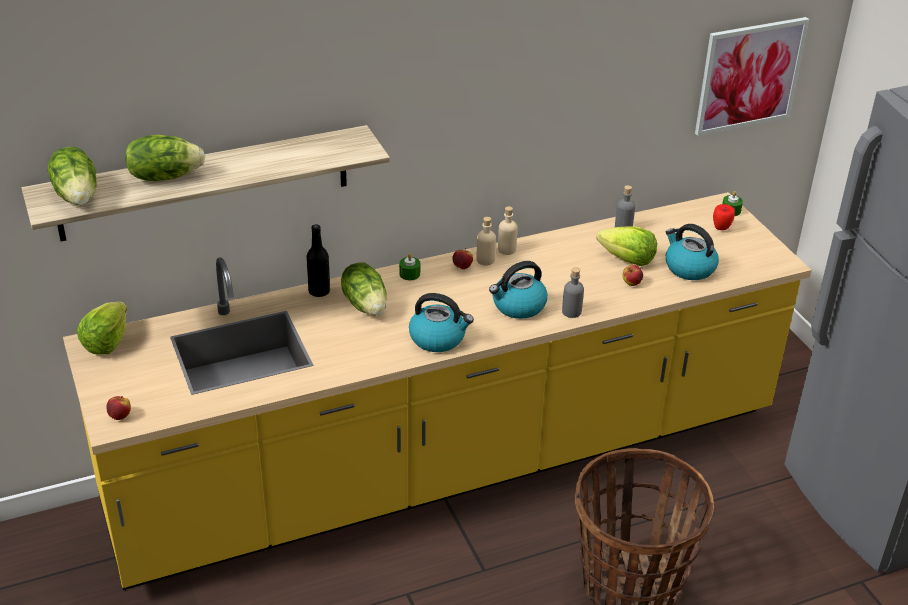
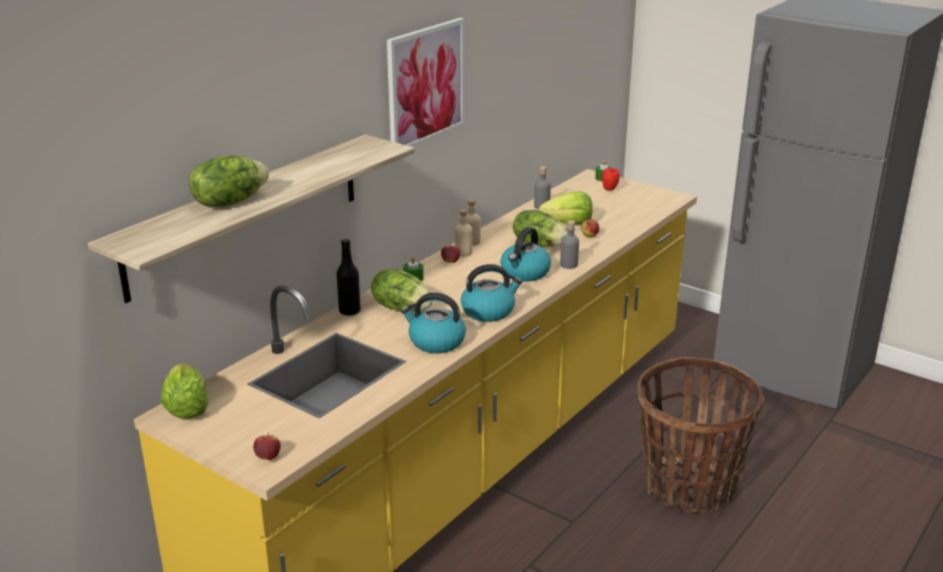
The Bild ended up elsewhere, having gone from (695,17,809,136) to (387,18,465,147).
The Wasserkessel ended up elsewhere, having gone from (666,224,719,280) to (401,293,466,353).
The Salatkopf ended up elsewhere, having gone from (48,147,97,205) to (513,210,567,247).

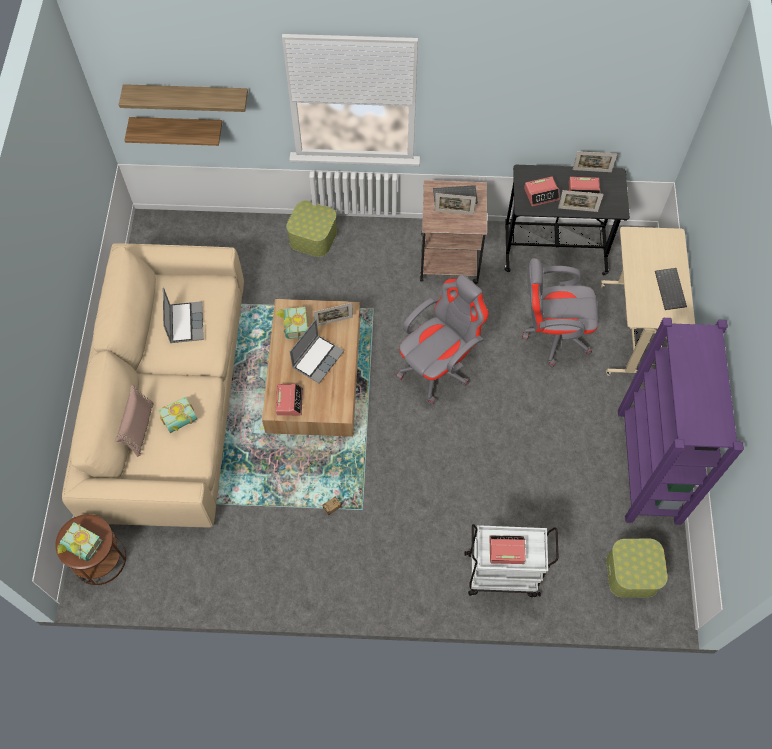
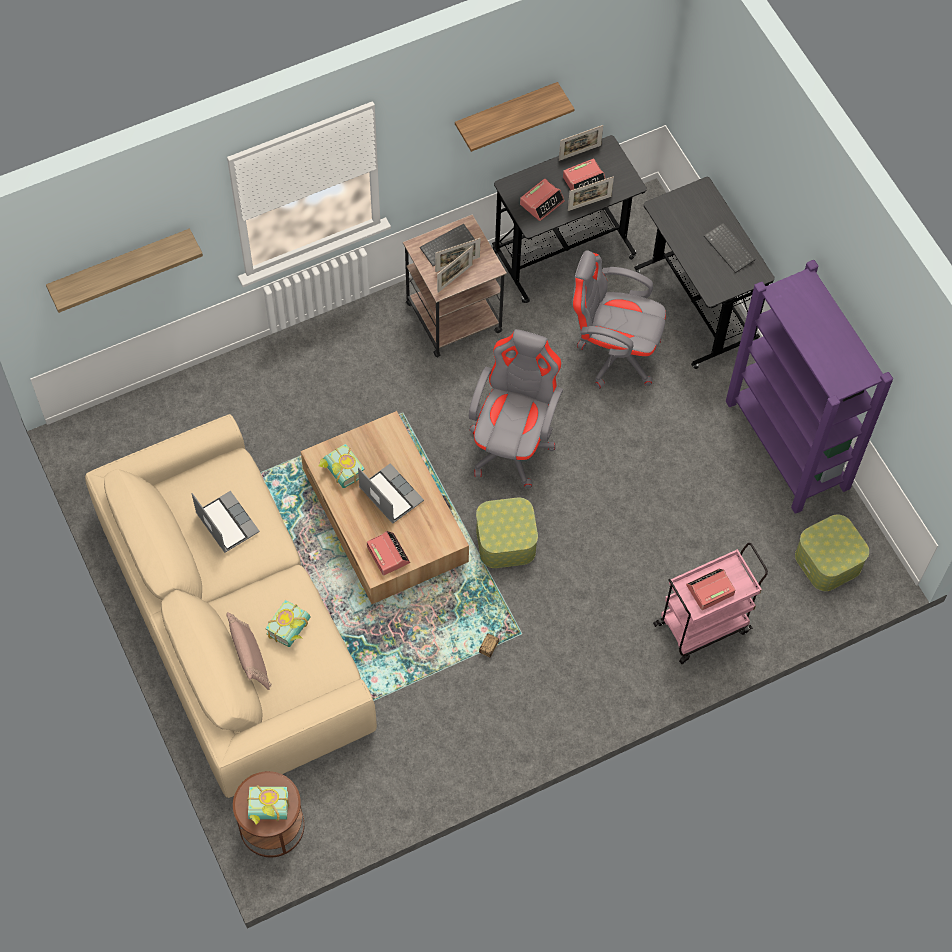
The Laptop at (290,319,344,383) ended up facing another way, 45 degrees counterclockwise from before.
The Bilderrahmen ended up elsewhere, having gone from (313,303,353,326) to (437,246,473,293).
The Wandregal ended up elsewhere, having gone from (124,117,222,146) to (455,82,574,152).
The Aufbewahrungsbox ended up elsewhere, having gone from (286,200,337,257) to (476,497,538,568).
The Bürostuhl [grau] at (522,258,598,367) ended up facing another way, 45 degrees clockwise from before.
What was the Schreibtisch [beige] at (601,227,695,376) turned into the Schreibtisch [schwarz] at (634,177,774,369).
What was the Rollwagen [weiß] at (465,524,558,597) turned into the Rollwagen [rosa] at (653,543,768,664).

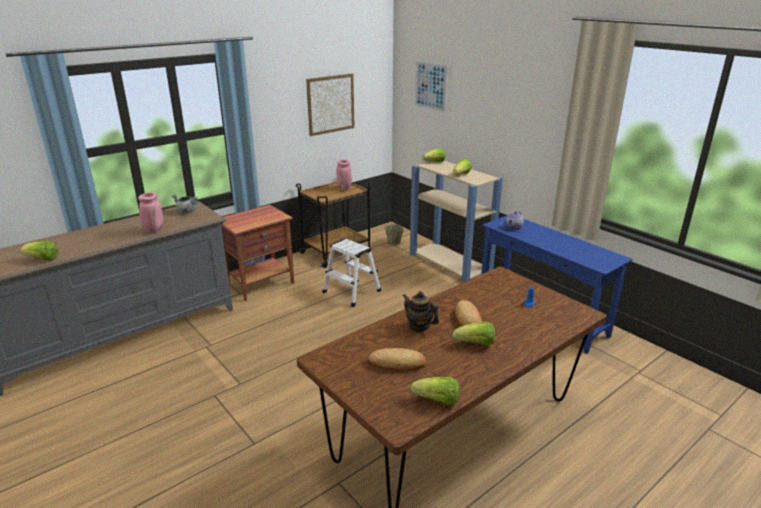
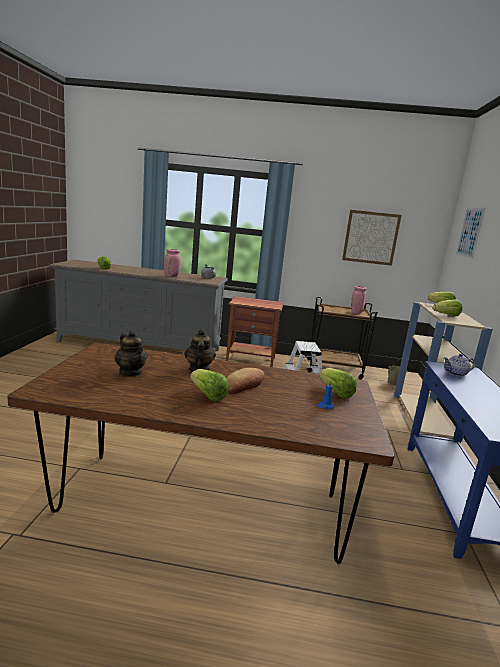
Where the Brot stood at (369,348,426,371), the Teekanne came to stand at (115,330,148,376).
The Salatkopf ended up elsewhere, having gone from (411,377,459,405) to (319,368,357,398).

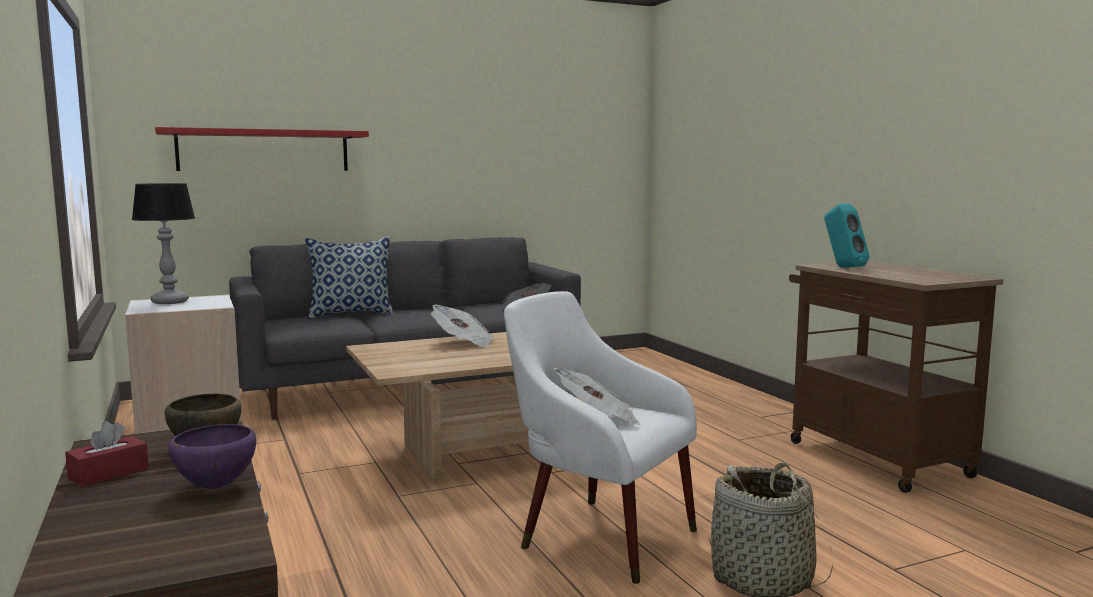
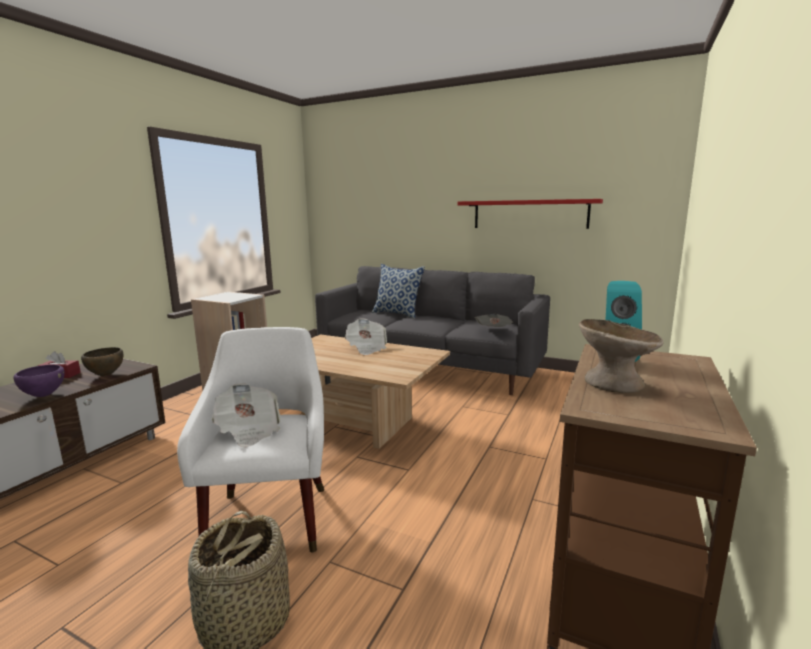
The Wandregal [rot] ended up elsewhere, having gone from (155,127,369,171) to (458,199,603,229).
The second view gained the Schüssel [beige] at (579,319,664,393).
The second view lost the Tischlampe at (132,183,195,304).

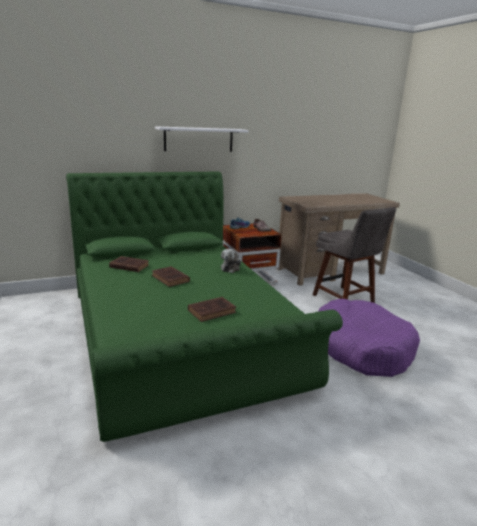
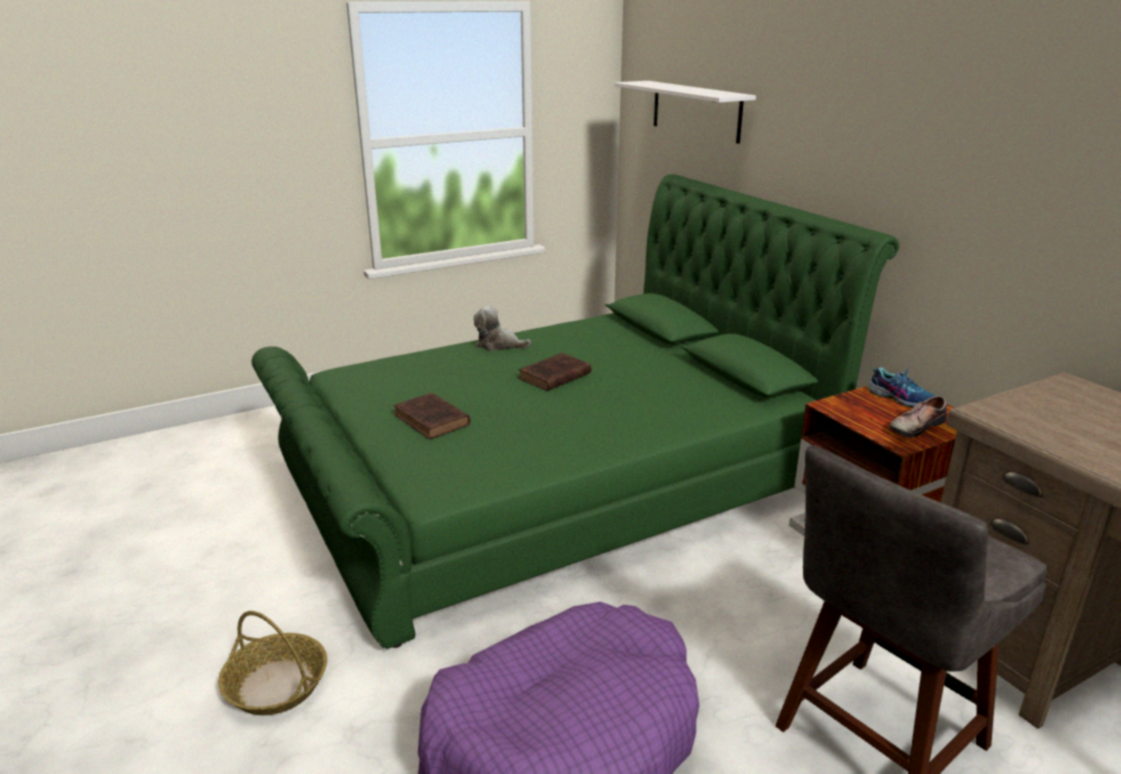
The second view gained the Korb at (218,611,327,715).
The Plüschtier ended up elsewhere, having gone from (221,249,241,273) to (474,306,531,351).
The Wandregal [weiß] ended up elsewhere, having gone from (155,126,249,152) to (615,81,756,144).
The second view lost the Buch [braun] at (109,256,149,272).

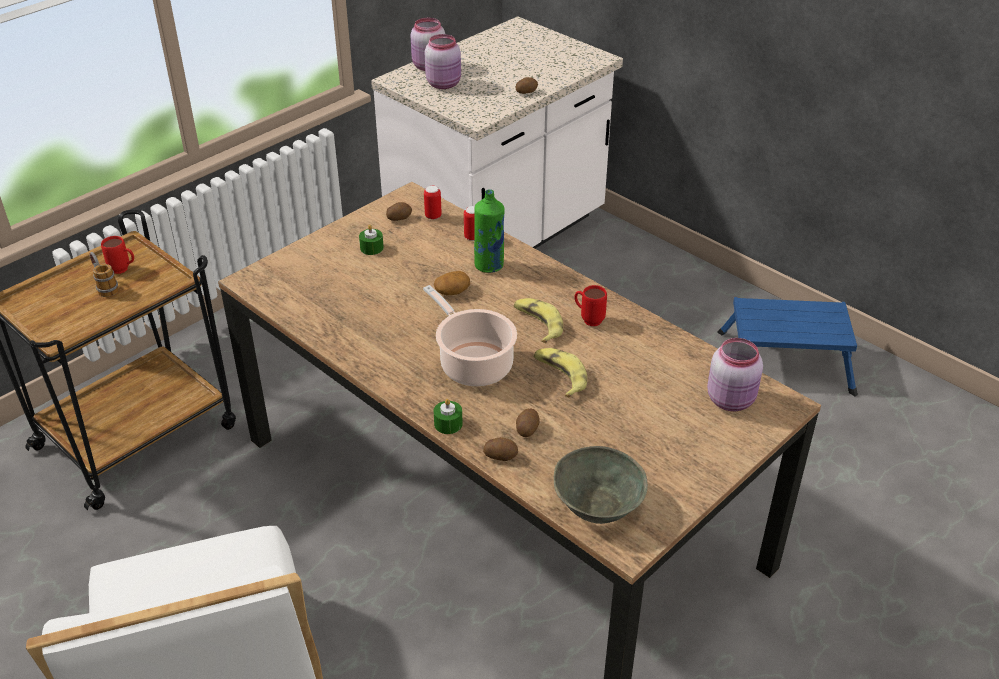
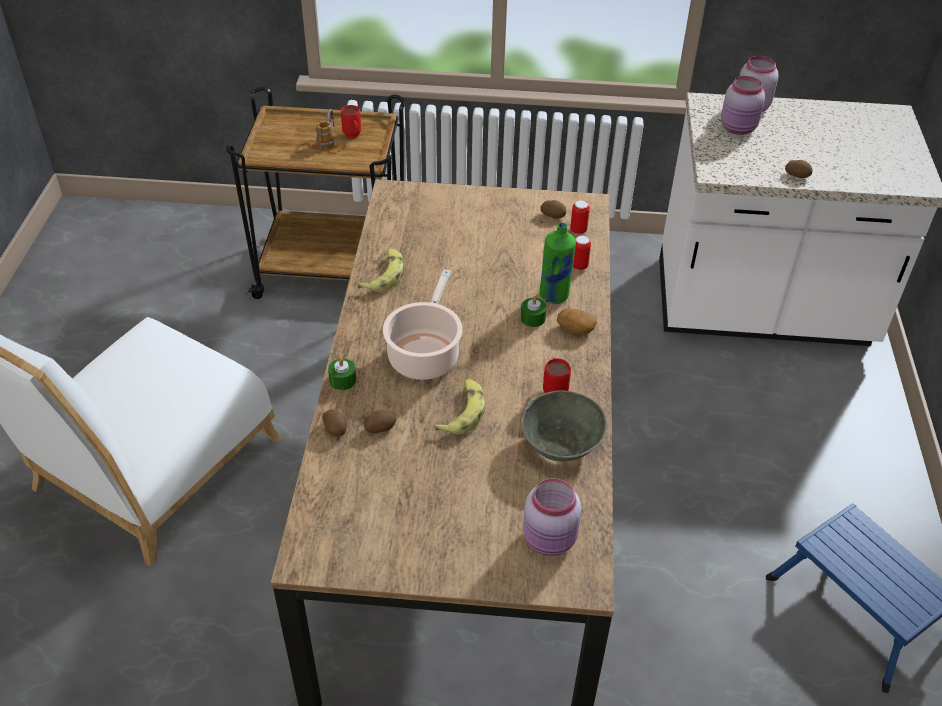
The Banane ended up elsewhere, having gone from (514,298,563,343) to (357,248,404,292).
The Kerze [grün] ended up elsewhere, having gone from (359,225,384,255) to (521,296,547,327).
The Schüssel [grau] ended up elsewhere, having gone from (554,446,648,524) to (521,391,607,461).
The Kartoffel ended up elsewhere, having gone from (434,271,470,295) to (557,308,597,334).

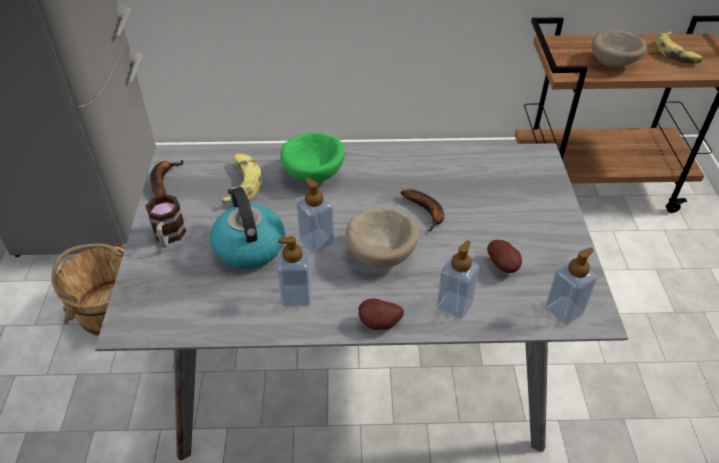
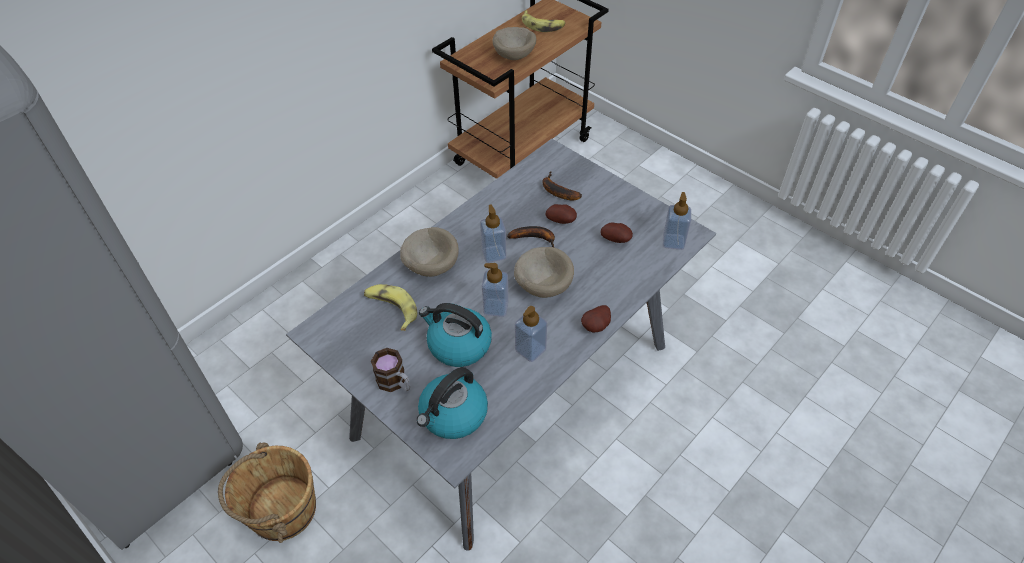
What was the Schüssel [grün] at (280,132,345,183) turned into the Schüssel [beige] at (400,227,459,277).
The second view gained the Wasserkessel at (416,367,488,439).
The Seifenspender ended up elsewhere, having gone from (437,240,480,319) to (480,205,507,263).
The Banane ended up elsewhere, having gone from (150,160,184,197) to (543,171,582,200).
The second view gained the Kartoffel at (546,204,577,224).

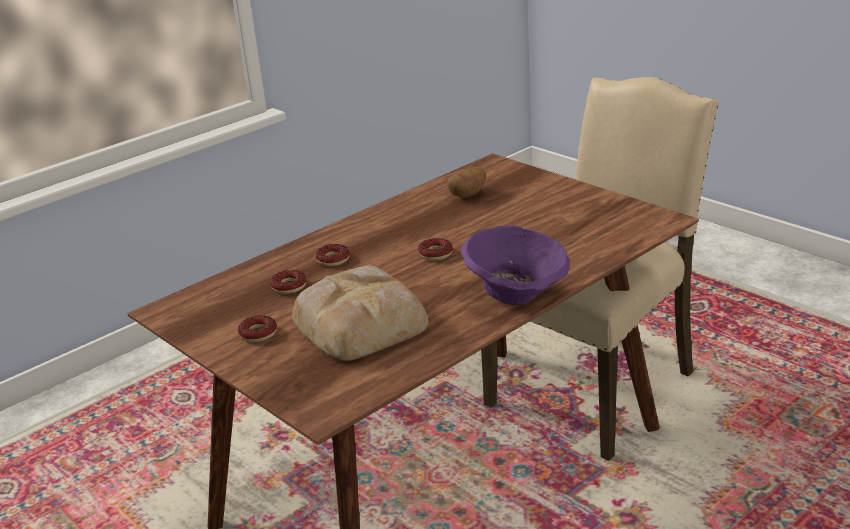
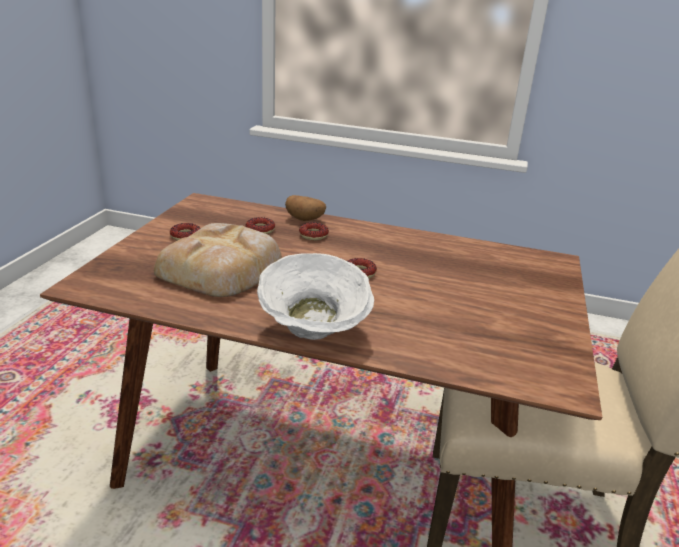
What was the Schüssel [lila] at (461,226,570,305) turned into the Schüssel [weiß] at (257,253,374,340).
The Kartoffel ended up elsewhere, having gone from (447,167,486,198) to (285,195,326,221).

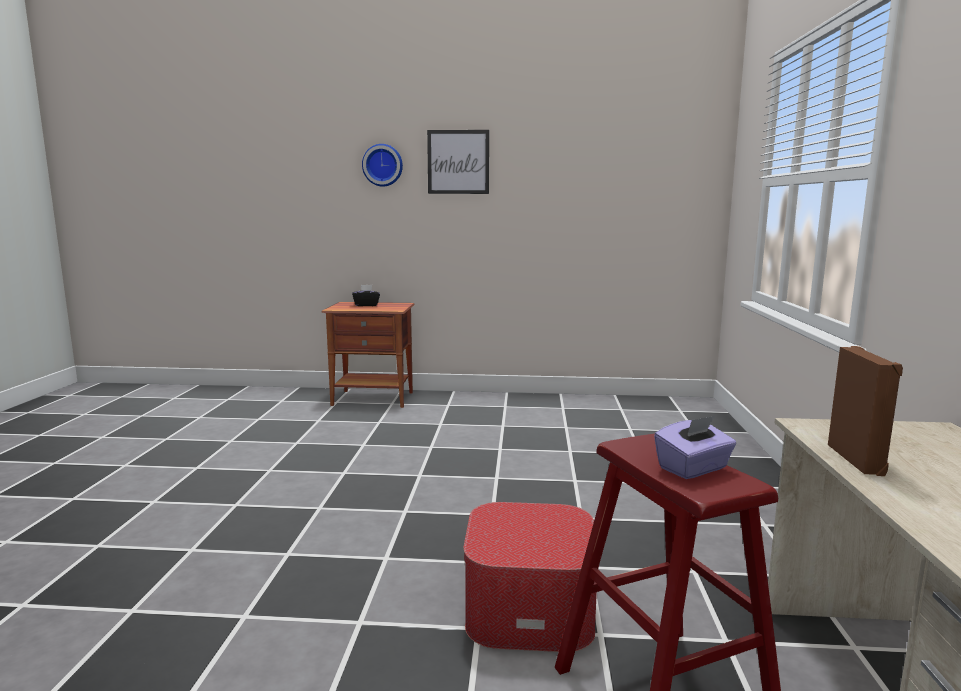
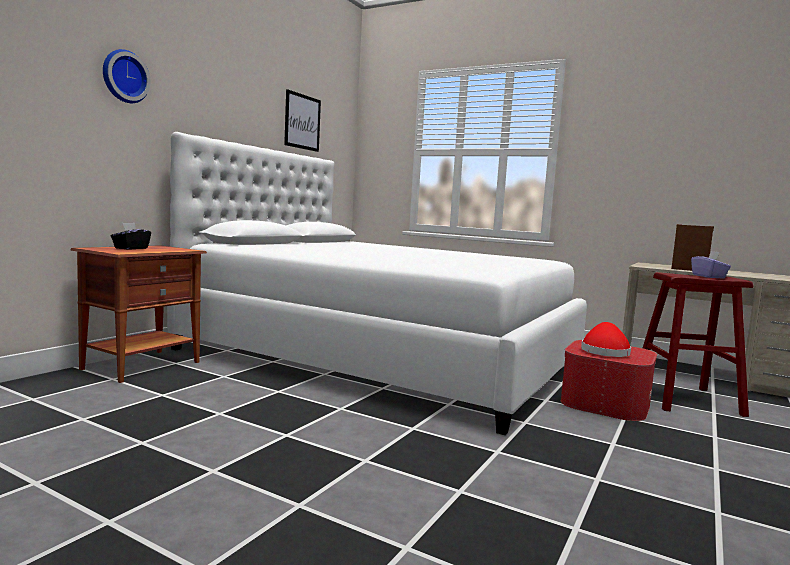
The second view gained the Bett [weiß] at (167,132,587,435).
The Bild ended up elsewhere, having gone from (427,130,489,194) to (284,89,321,152).
The second view gained the Hut [rot] at (581,322,631,357).

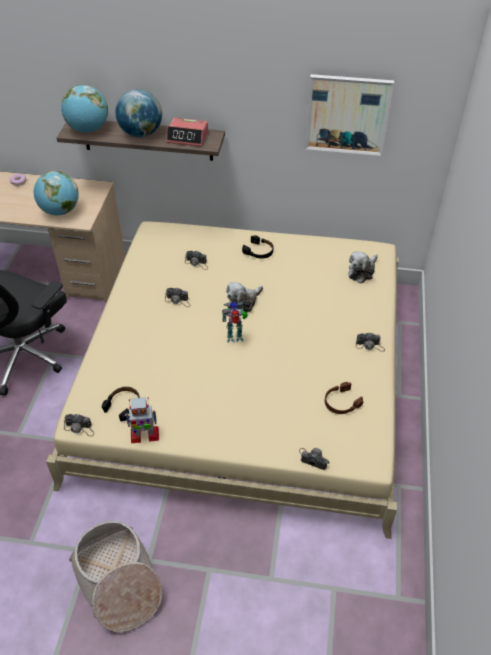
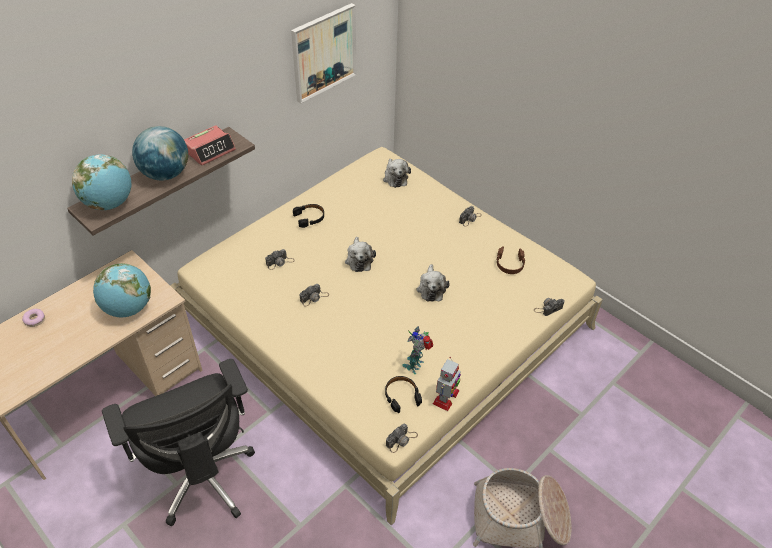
The Spielzeugroboter ended up elsewhere, having gone from (222,302,248,343) to (402,326,433,374).
The second view gained the Plüschtier at (416,264,449,301).

